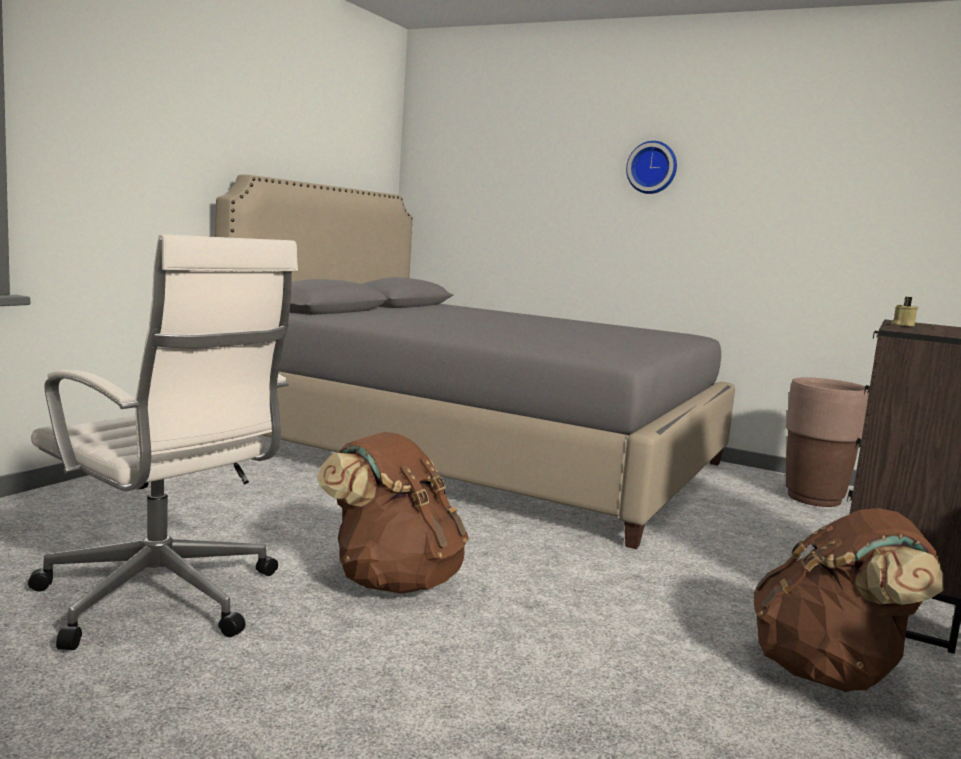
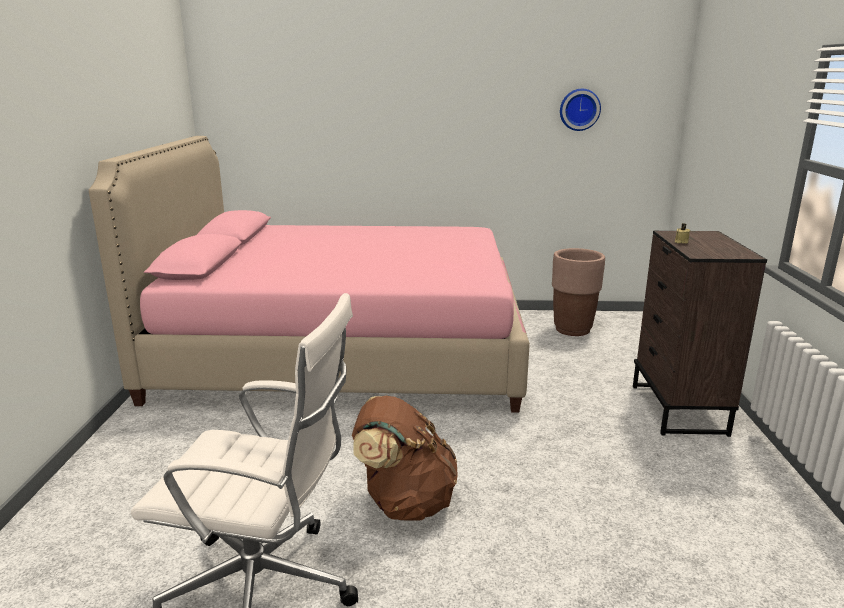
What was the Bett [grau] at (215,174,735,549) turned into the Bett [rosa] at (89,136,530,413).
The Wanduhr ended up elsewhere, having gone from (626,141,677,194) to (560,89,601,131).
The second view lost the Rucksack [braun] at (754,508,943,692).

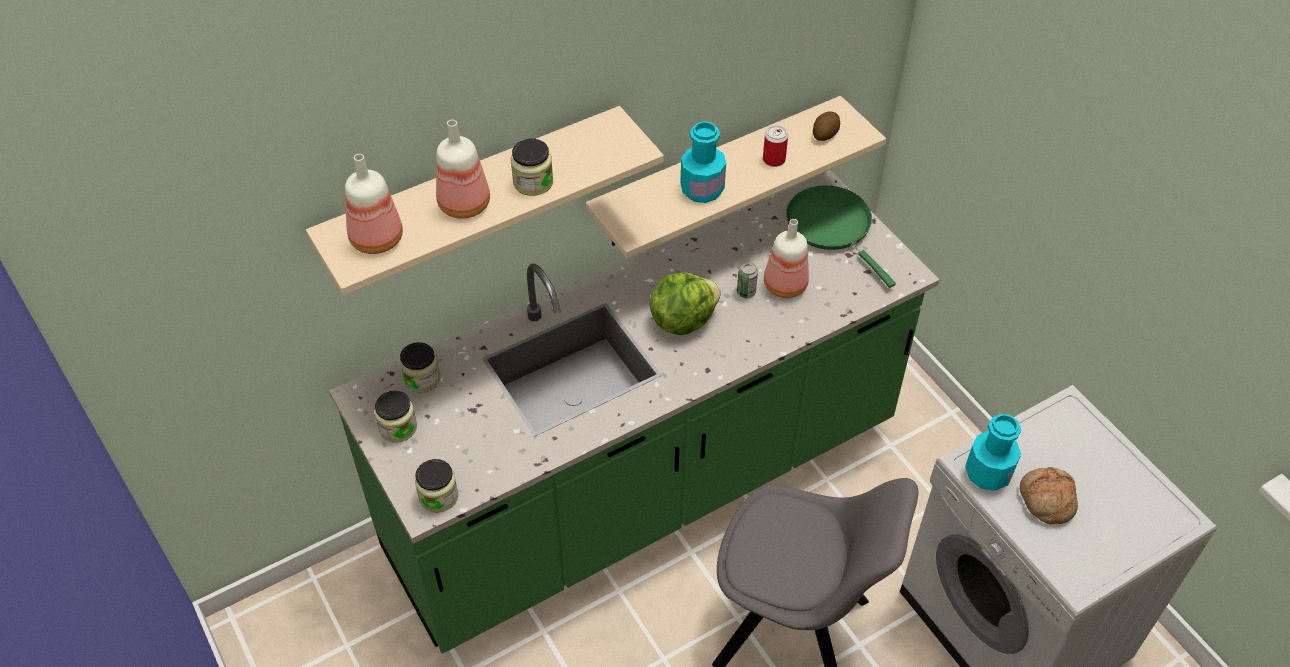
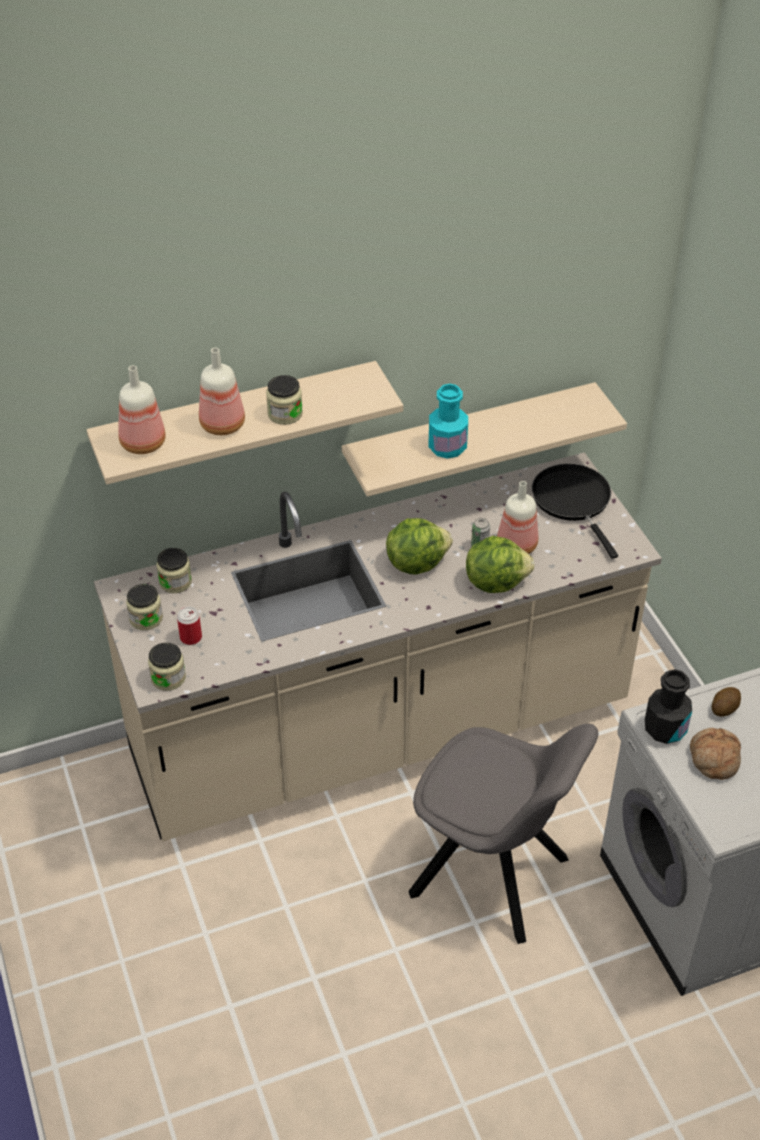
What was the Küchenzeile [grün] at (329,170,940,654) turned into the Küchenzeile [beige] at (94,452,662,841).
The Dose ended up elsewhere, having gone from (763,125,788,167) to (177,606,202,645).
The second view gained the Salatkopf at (466,536,535,593).
What was the Pfanne [grün] at (786,185,896,288) turned into the Pfanne [schwarz] at (532,464,618,559).
What was the Flasche [türkis] at (965,414,1021,491) turned into the Flasche [schwarz] at (645,669,692,744).
The Kartoffel ended up elsewhere, having gone from (813,111,840,141) to (712,687,741,717).

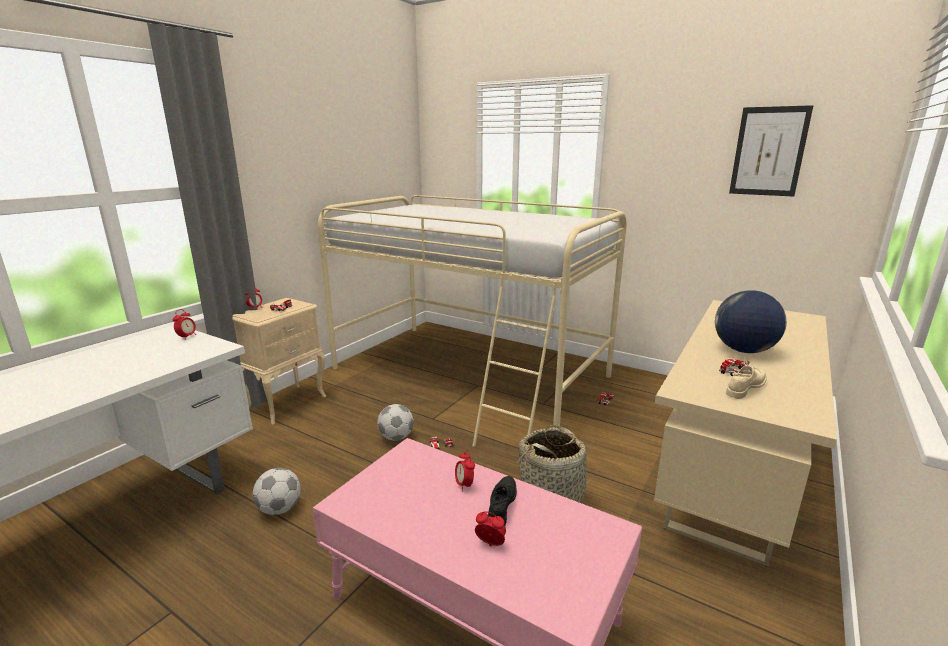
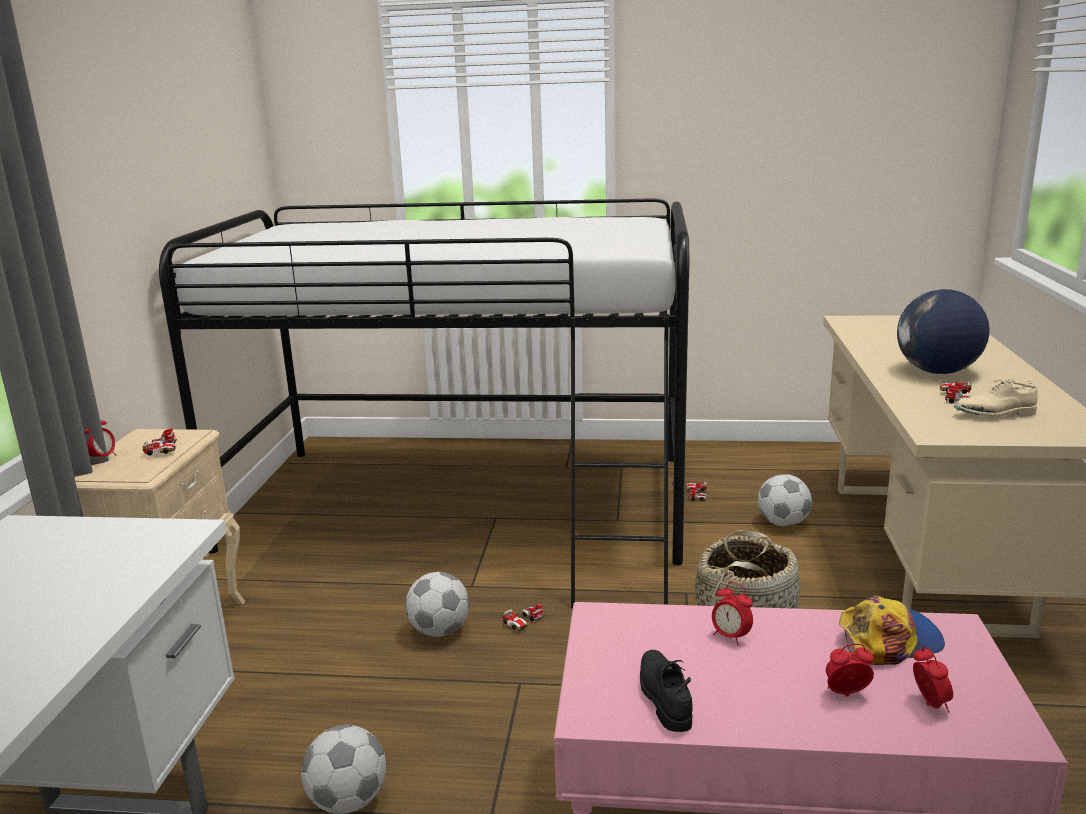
What was the Bett [beige] at (318,195,626,447) turned into the Bett [schwarz] at (159,199,689,609).
The Schuh [schwarz] ended up elsewhere, having gone from (488,476,517,525) to (640,650,693,732).
The second view gained the Fußball at (758,474,812,527).
The second view gained the Kappe at (839,596,945,665).
The Wecker ended up elsewhere, having gone from (173,309,196,340) to (913,646,953,712).
The Schuh [beige] at (726,364,767,399) ended up facing another way, 120 degrees counterclockwise from before.
The second view lost the Bild at (729,105,813,197).

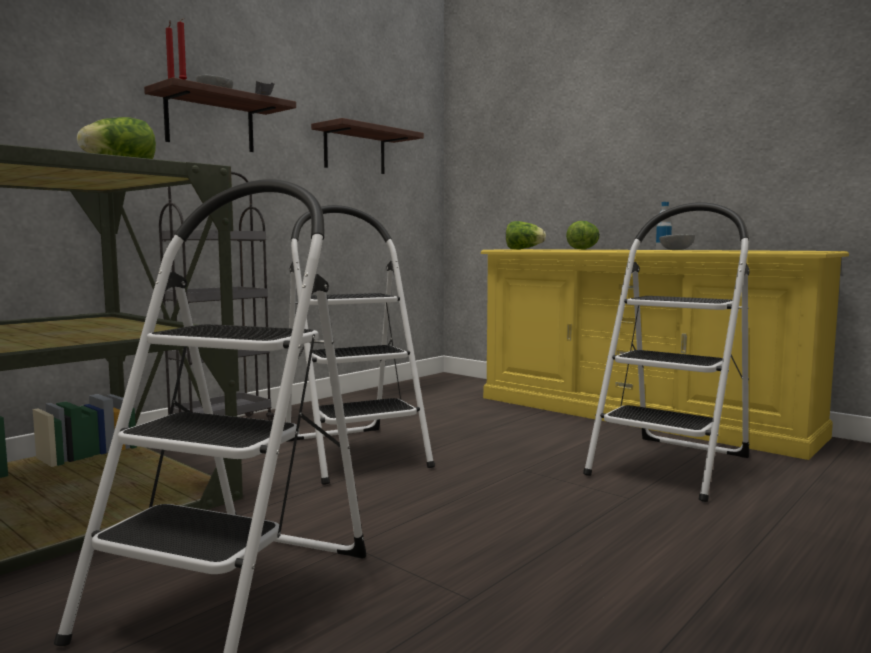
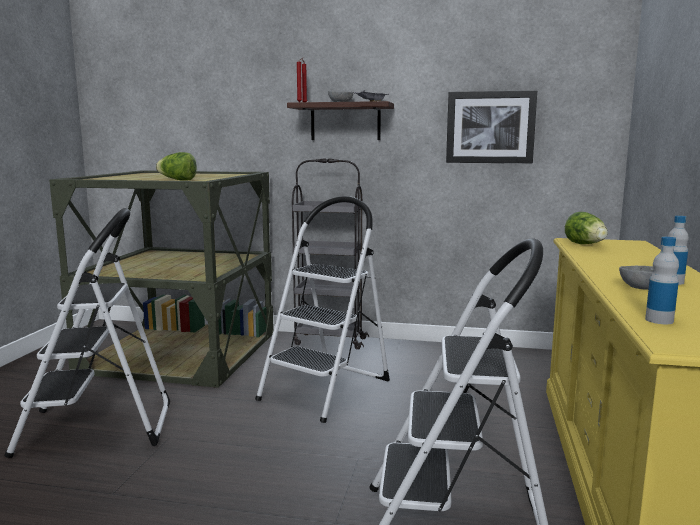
Where the Wandregal hung at (311,118,424,174), the Bild came to hang at (446,91,537,163).
The second view gained the Flasche at (645,237,679,324).
The second view lost the Salatkopf at (566,221,600,250).

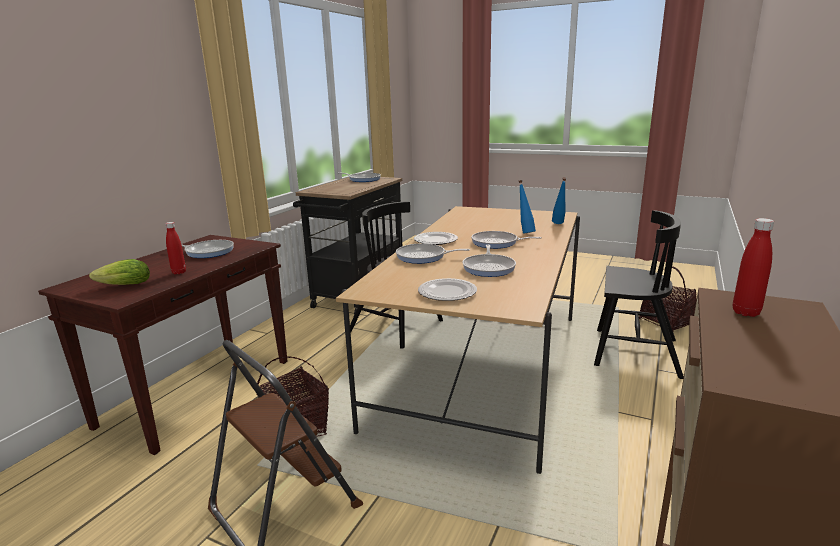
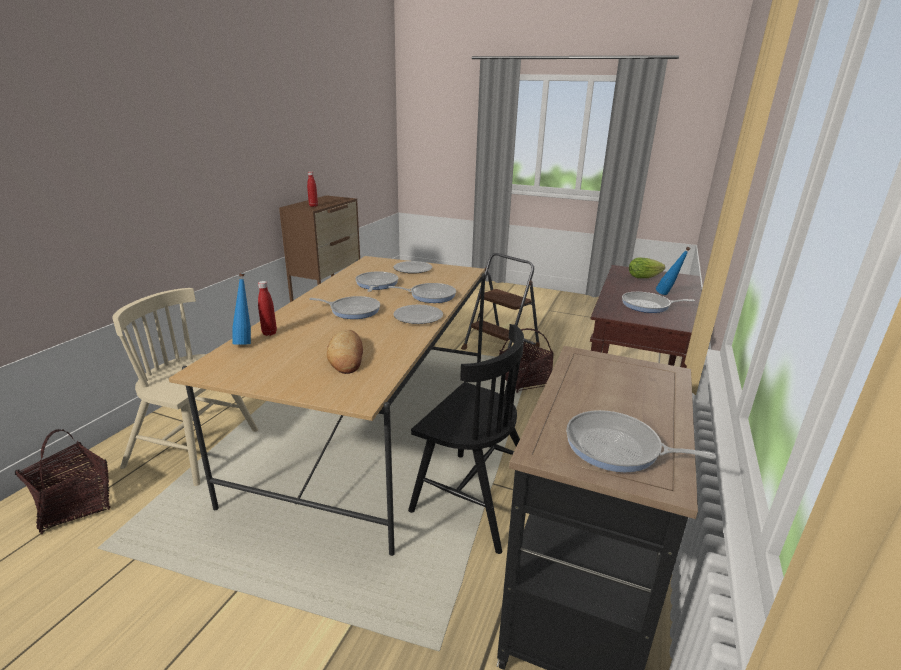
What was the Stuhl [schwarz] at (594,210,684,379) turned into the Stuhl [beige] at (113,288,258,486).
The Flasche [rot] ended up elsewhere, having gone from (165,222,186,274) to (258,281,277,336).
The second view gained the Brot at (327,330,363,374).
The Flasche [blau] ended up elsewhere, having gone from (519,180,536,234) to (656,247,691,295).

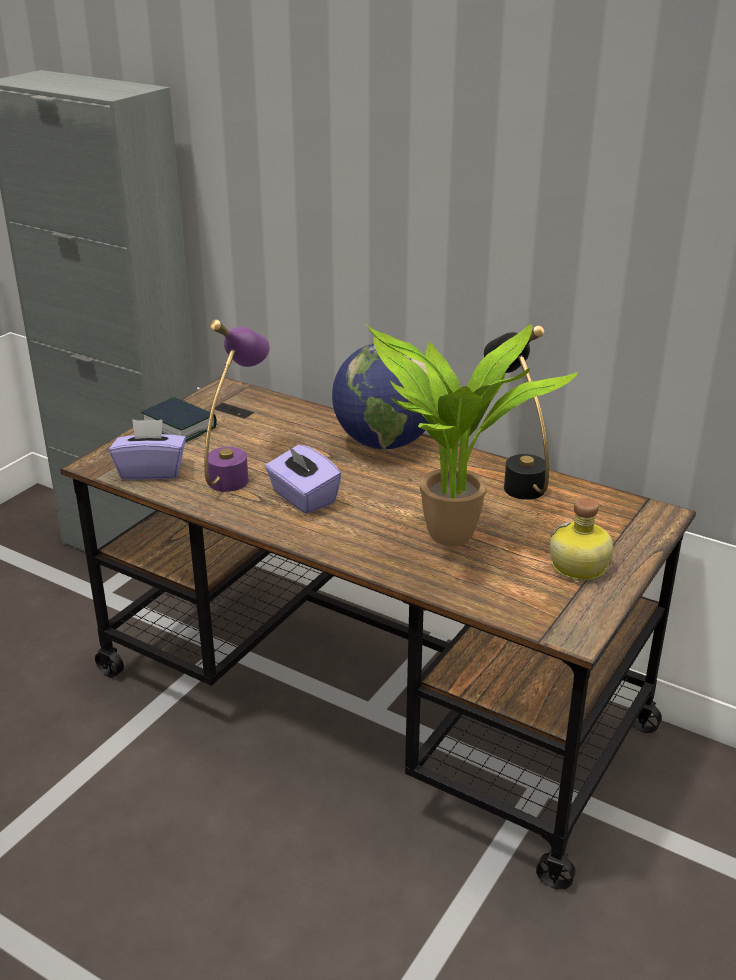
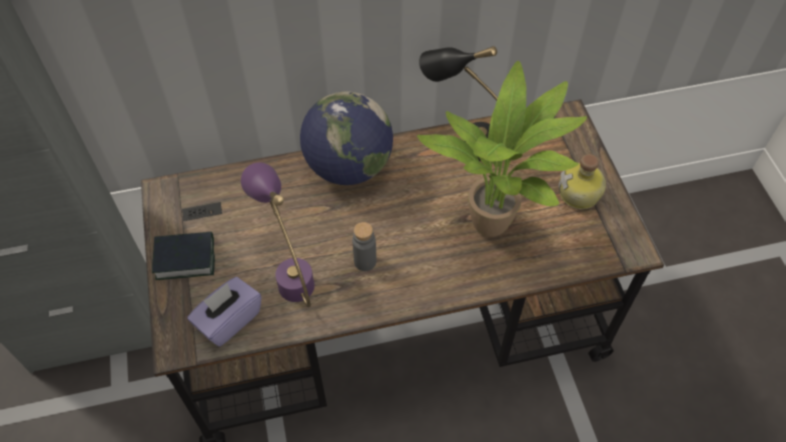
Where the Taschentuchbox [lila] stood at (265,444,342,514), the Flasche [grau] came to stand at (352,222,376,271).

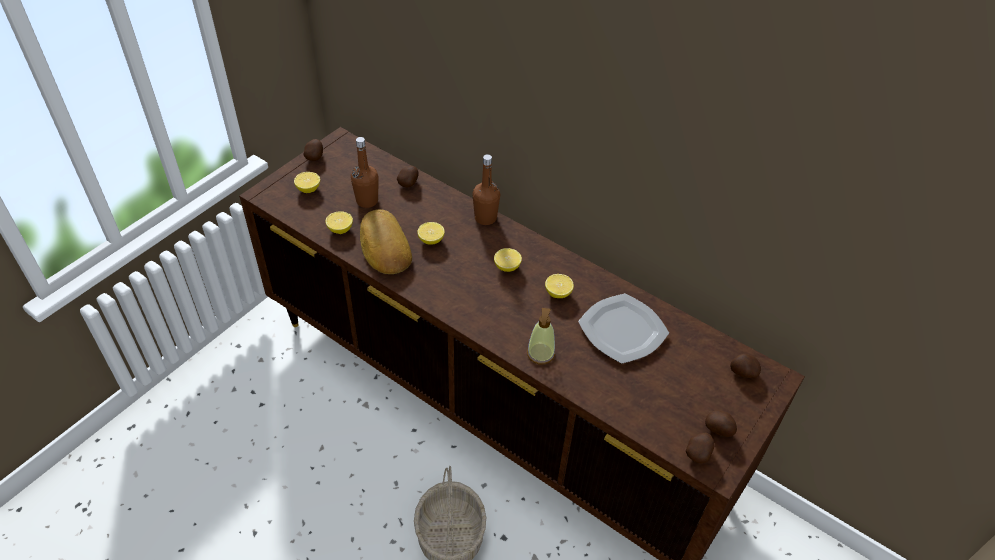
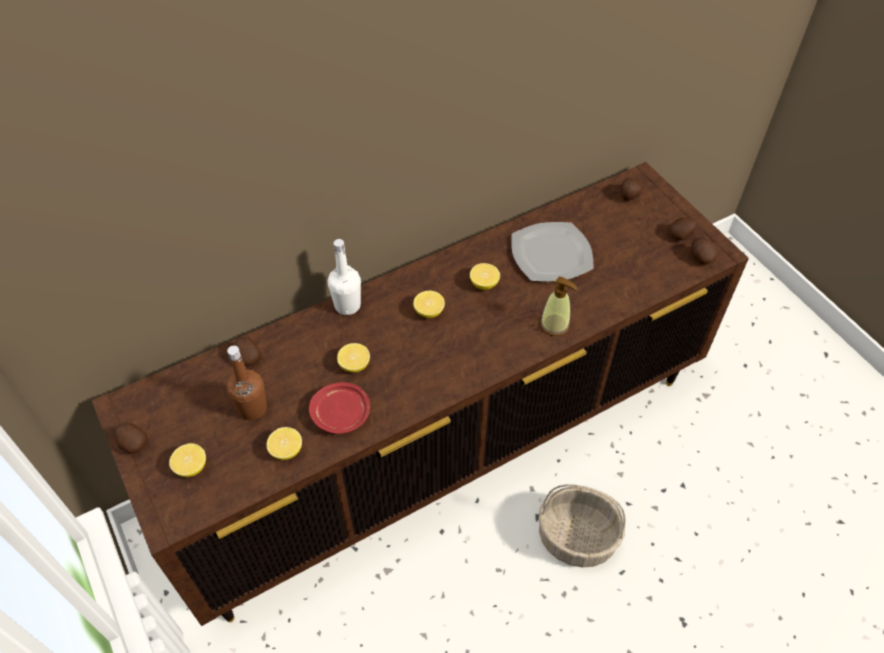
Where the Brot stood at (360,209,412,274), the Teller [rot] came to stand at (309,382,370,434).
What was the Flasche [braun] at (473,154,500,225) turned into the Flasche [weiß] at (328,239,361,315).

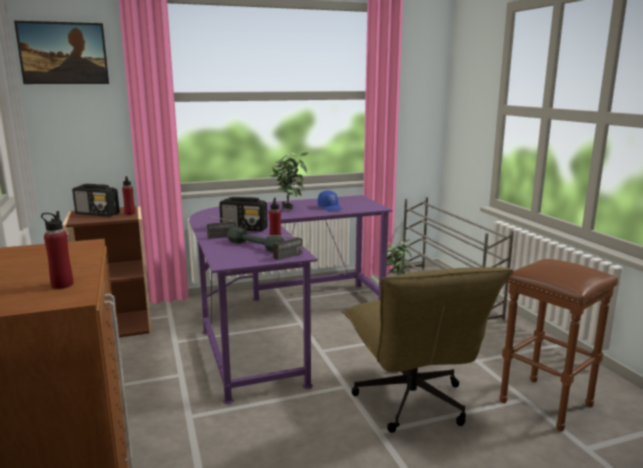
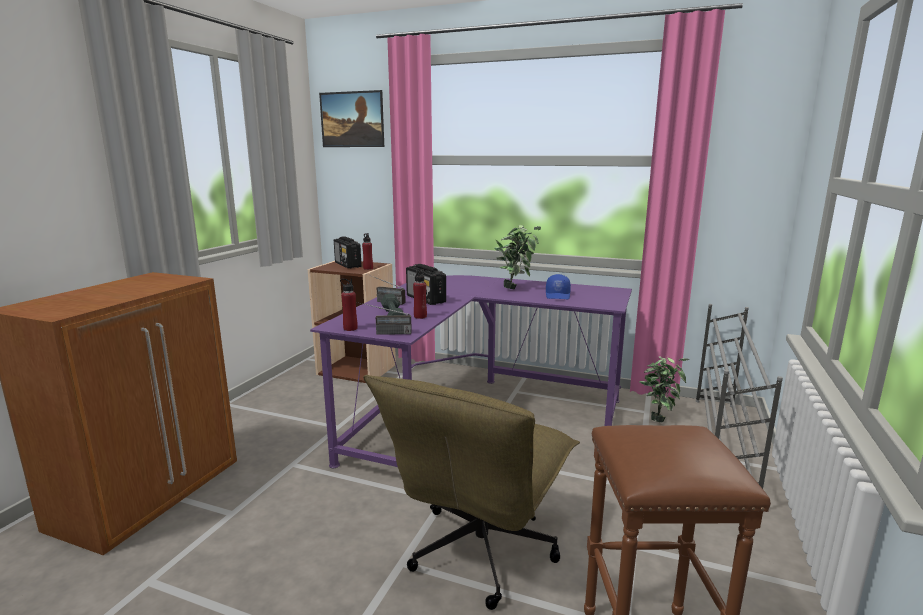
The Flasche [rot] ended up elsewhere, having gone from (41,211,73,289) to (340,278,358,331).

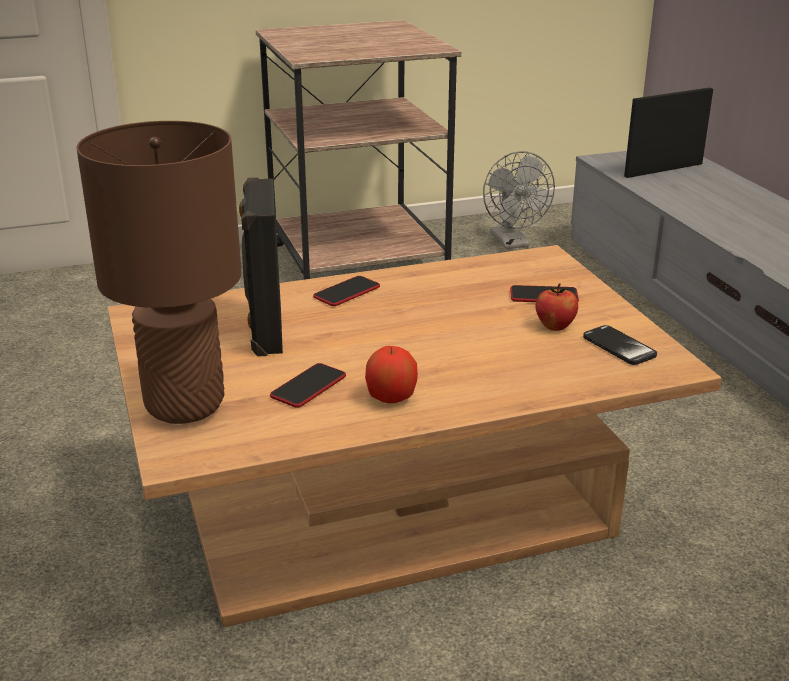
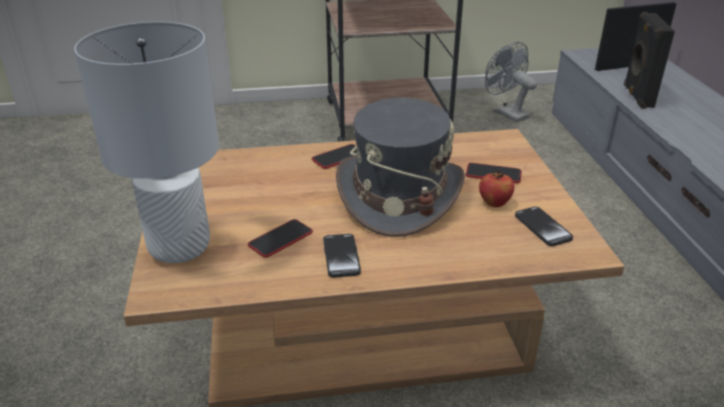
What was the Tischlampe [braun] at (76,121,242,424) turned into the Tischlampe [grau] at (74,22,219,263).
Where the Apfel stood at (365,346,418,403), the Handy came to stand at (323,234,361,278).
The second view gained the Hut [grau] at (336,97,465,237).
The Ventilator [grau] at (483,151,555,249) ended up facing another way, 150 degrees clockwise from before.
The Lautsprecher [schwarz] ended up elsewhere, having gone from (239,177,283,357) to (624,12,675,108).

